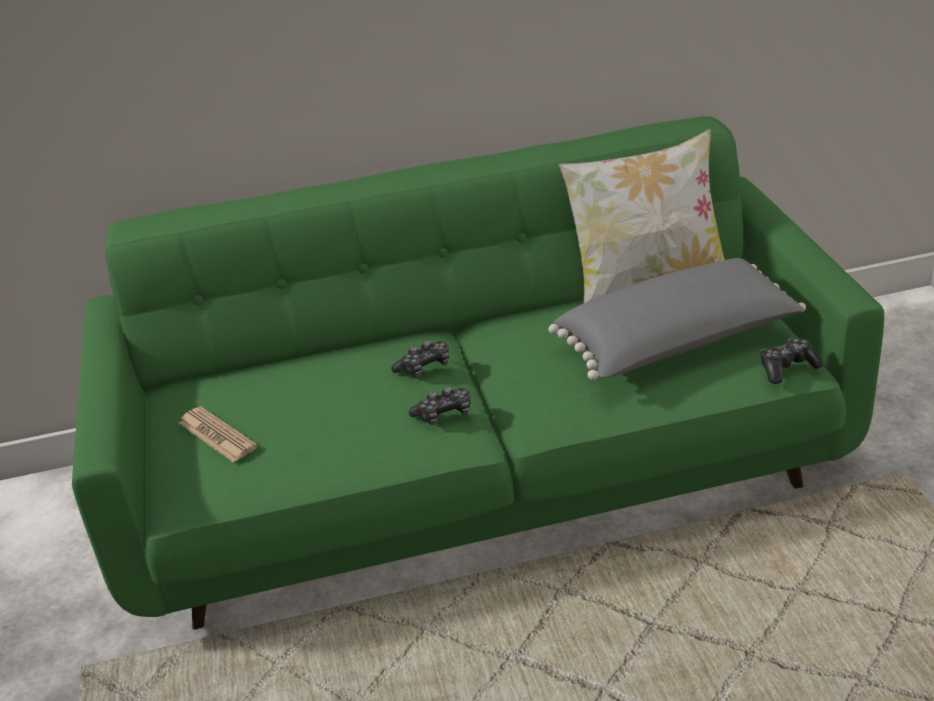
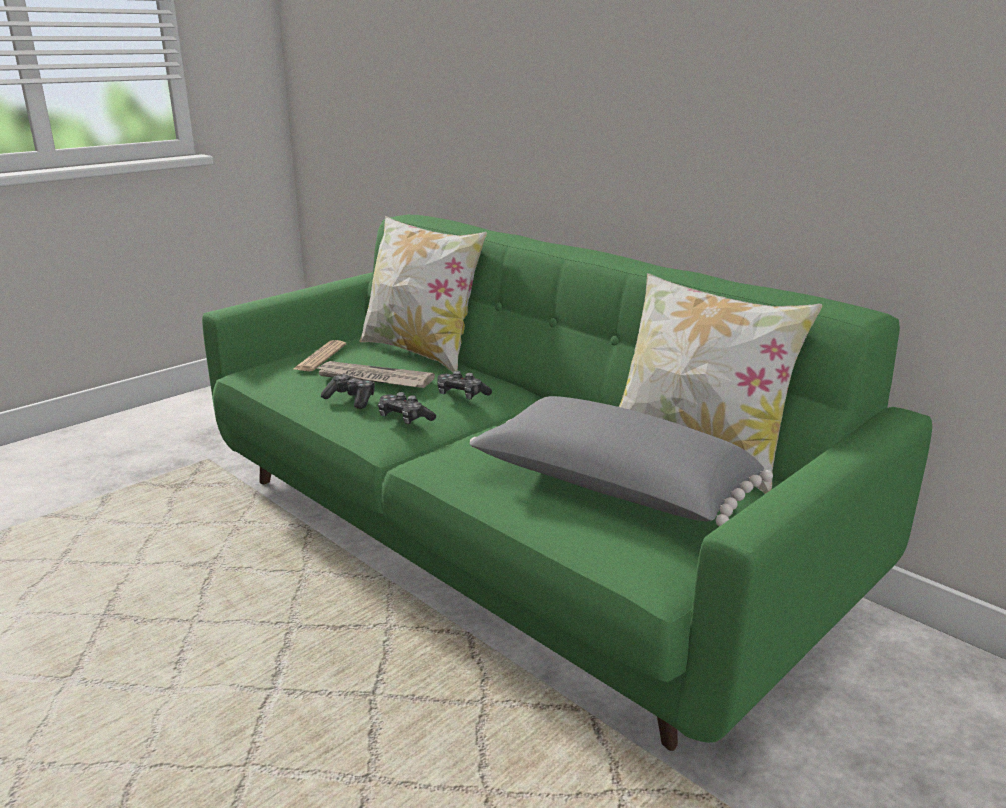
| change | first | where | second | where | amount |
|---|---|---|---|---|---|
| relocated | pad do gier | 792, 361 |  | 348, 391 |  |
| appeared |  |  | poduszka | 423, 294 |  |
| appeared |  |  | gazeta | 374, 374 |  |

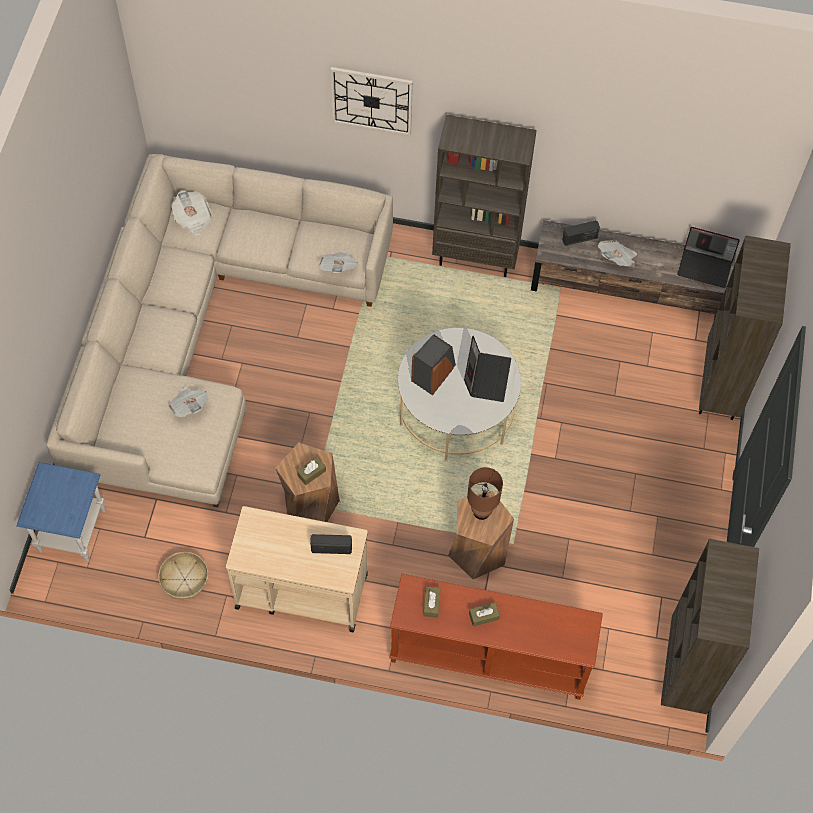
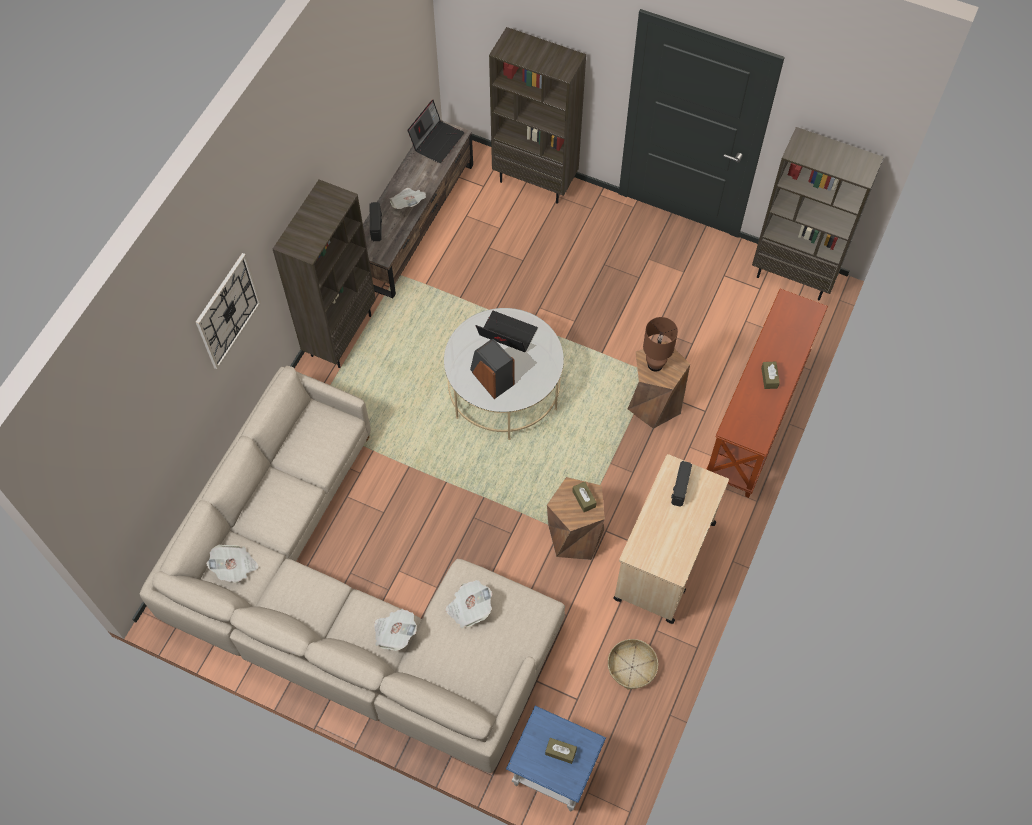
| change | first | where | second | where | amount |
|---|---|---|---|---|---|
| relocated | gazeta | 338, 262 |  | 395, 630 |  |
| relocated | pudełko chusteczek [brązowy] | 432, 602 |  | 561, 751 |  |

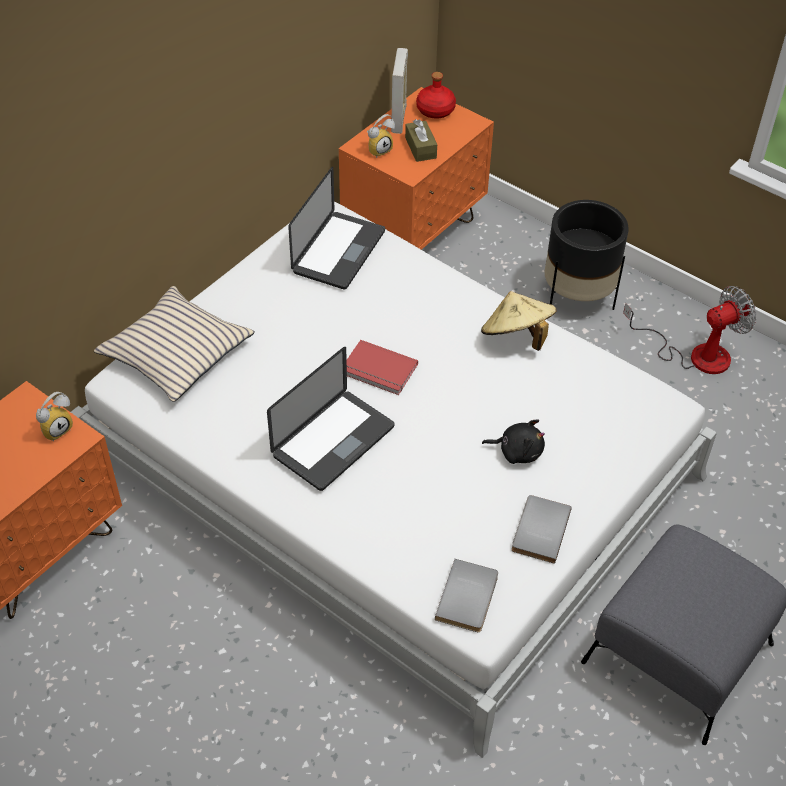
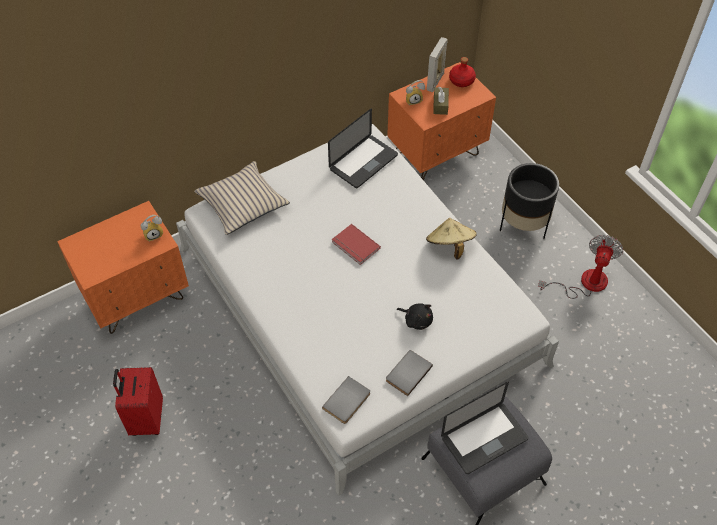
| change | first | where | second | where | amount |
|---|---|---|---|---|---|
| spun | wentylator | 689, 330 |  | 580, 267 | 60 degrees counterclockwise |
| relocated | laptop | 330, 419 |  | 485, 428 |  |
| appeared |  |  | walizka [czerwony] | 138, 401 |  |

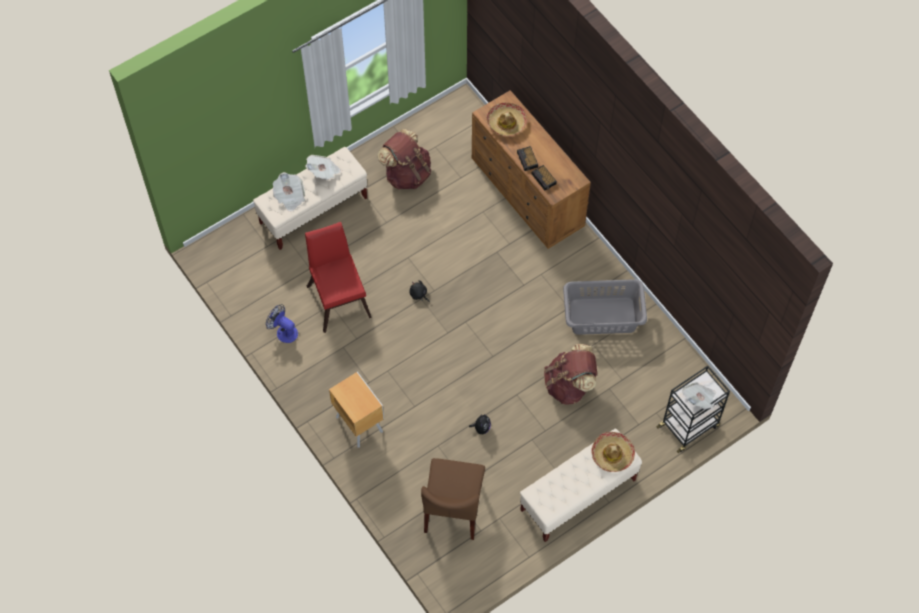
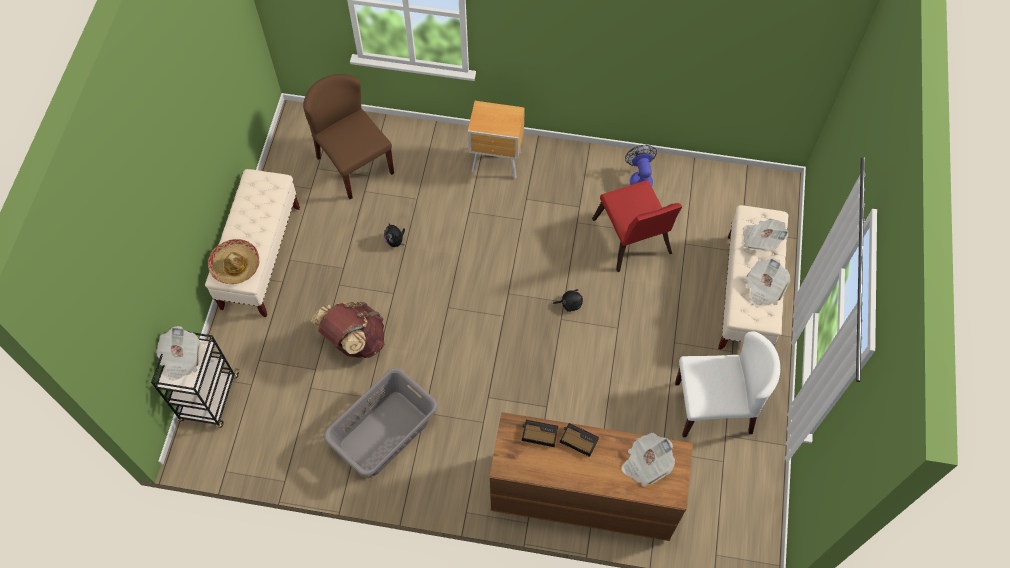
| change | first | where | second | where | amount |
|---|---|---|---|---|---|
| exchanged | kapelusz | 507, 119 | gazeta | 648, 460 |  |
| exchanged | plecak [brązowy] | 404, 159 | krzesło [biały] | 727, 384 |  |
| spun | krzesło [czerwony] | 338, 277 |  | 637, 226 | 45 degrees clockwise |
| spun | wentylator | 282, 323 |  | 641, 166 | 90 degrees counterclockwise |

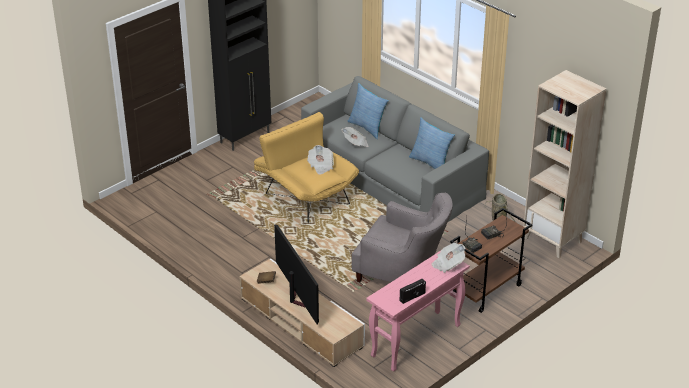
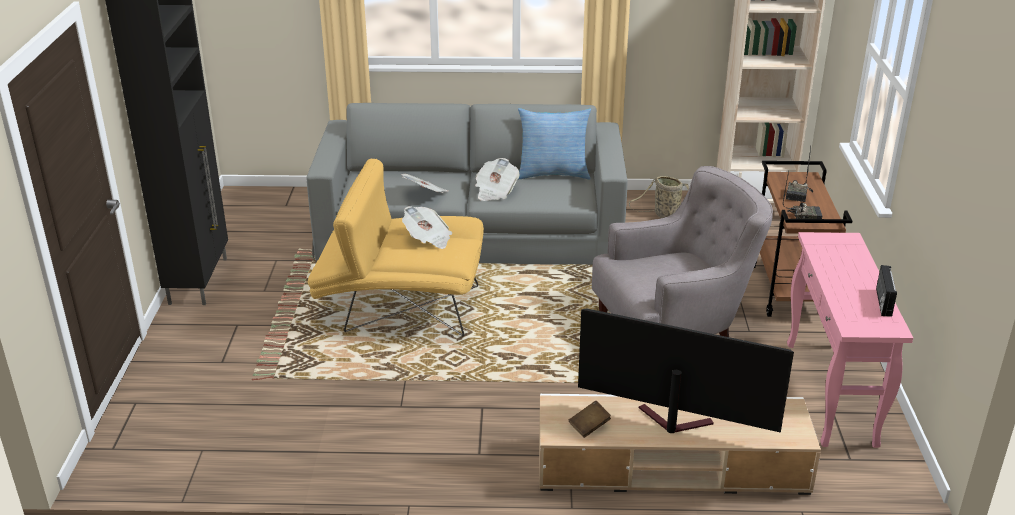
| change | first | where | second | where | amount |
|---|---|---|---|---|---|
| missing | poduszka | 368, 111 |  |  |  |
| relocated | gazeta | 448, 258 |  | 497, 179 |  |

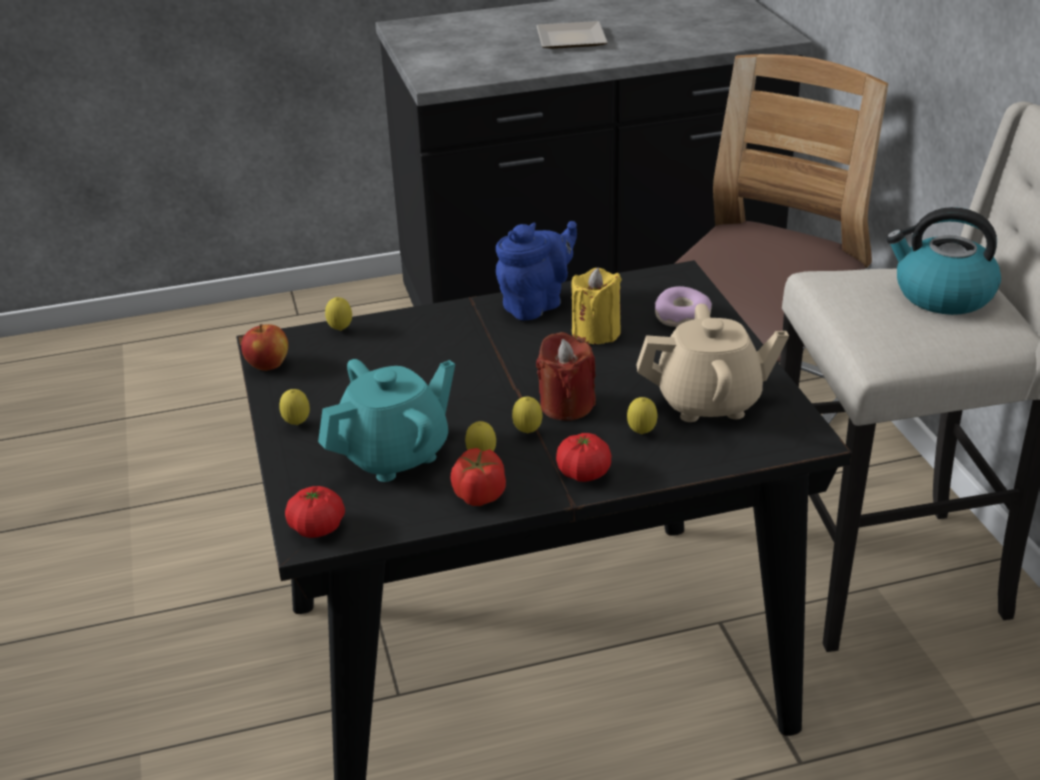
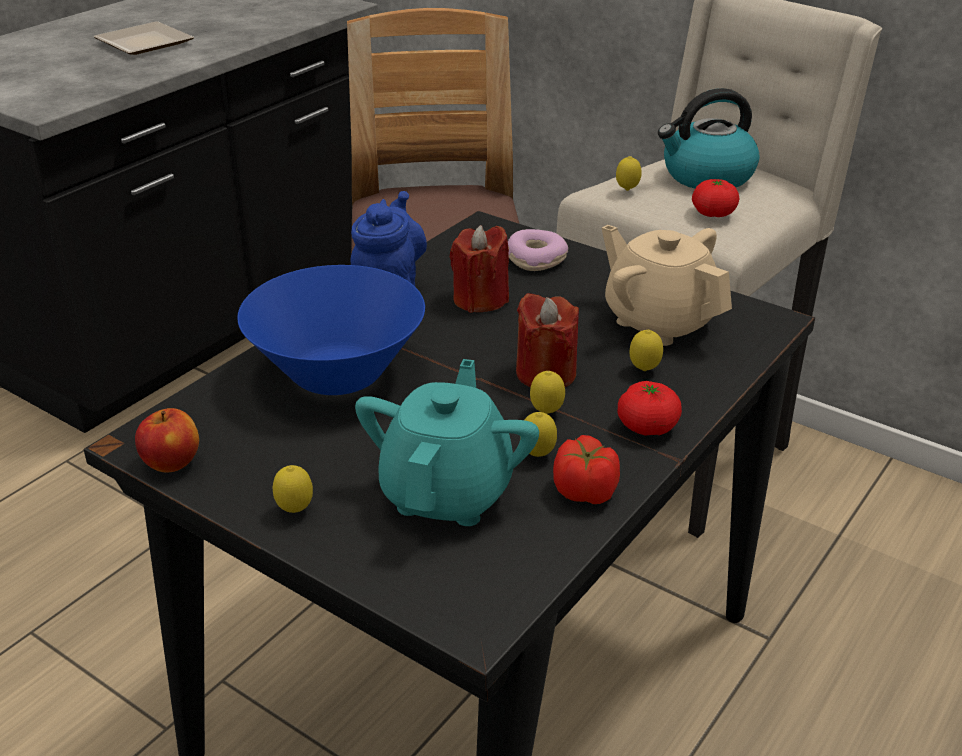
| change | first | where | second | where | amount |
|---|---|---|---|---|---|
| colour | świeca [żółty] | 596, 306 | świeca [czerwony] | 479, 269 |  |
| relocated | cytryna | 338, 314 |  | 629, 173 |  |
| spun | imbryk [beżowy] | 712, 363 |  | 667, 285 | 90 degrees counterclockwise |
| relocated | pomidor | 315, 512 |  | 715, 198 |  |
| appeared |  |  | miska [niebieski] | 331, 330 |  |

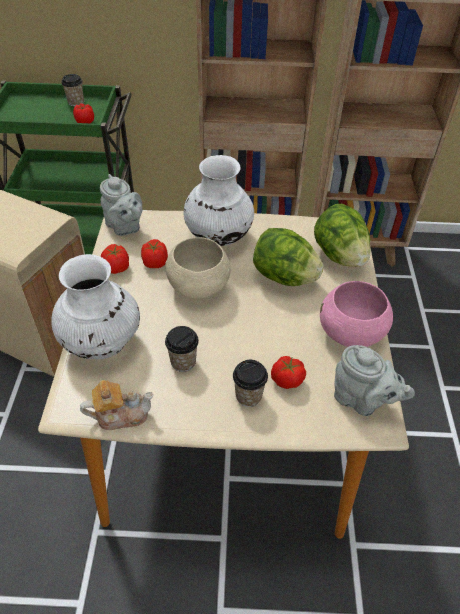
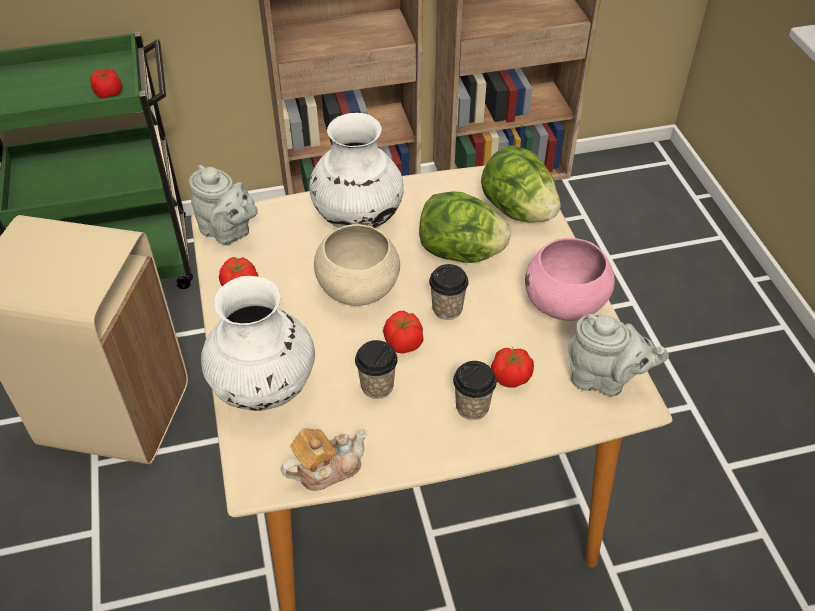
| change | first | where | second | where | amount |
|---|---|---|---|---|---|
| relocated | filiżanka | 73, 90 |  | 449, 292 |  |
| relocated | pomidor | 154, 253 |  | 403, 332 |  |

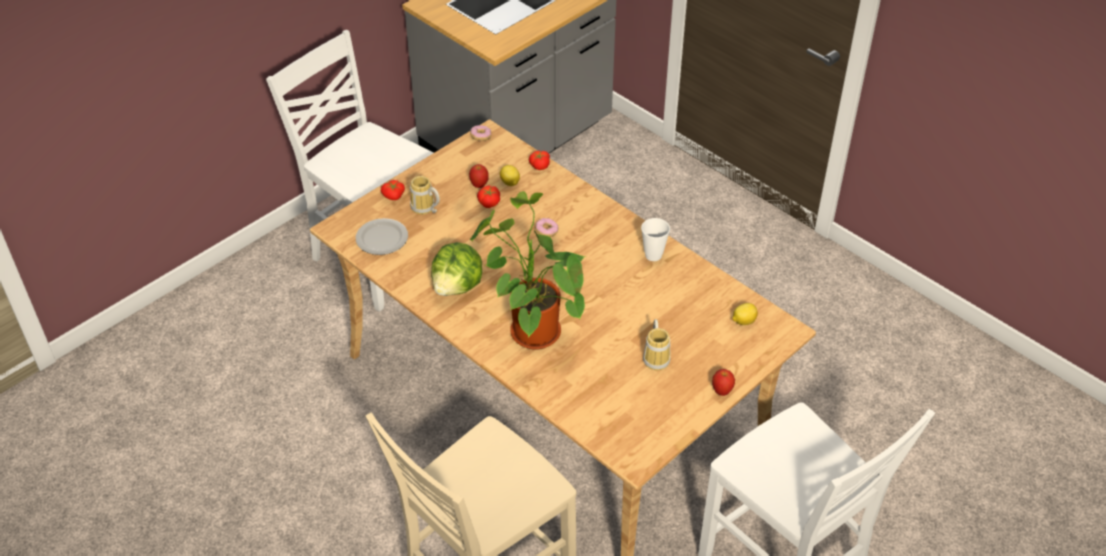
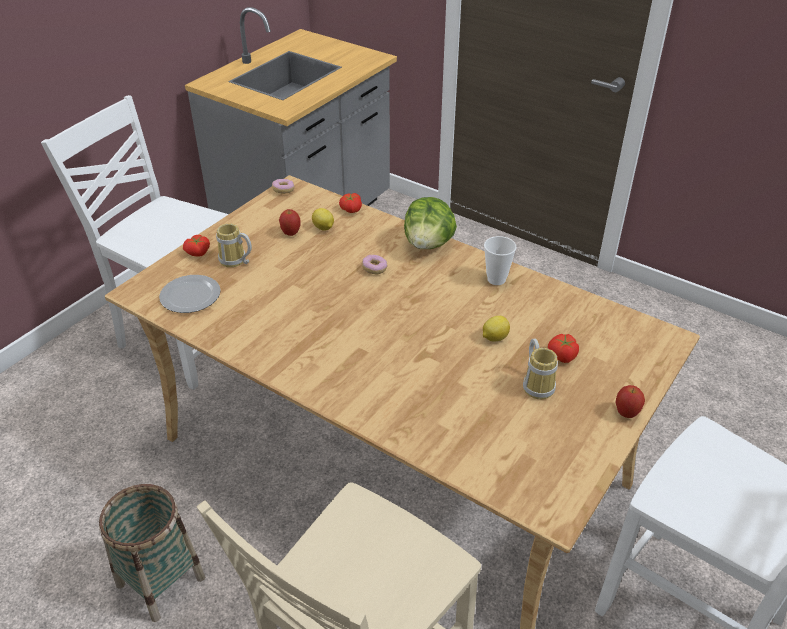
| change | first | where | second | where | amount |
|---|---|---|---|---|---|
| relocated | pomidor | 488, 196 |  | 563, 348 |  |
| missing | roślina doniczkowa | 528, 270 |  |  |  |
| relocated | sałata | 456, 269 |  | 430, 223 |  |
| relocated | cytryna | 745, 314 |  | 496, 329 |  |
| appeared |  |  | koszyk | 152, 553 |  |

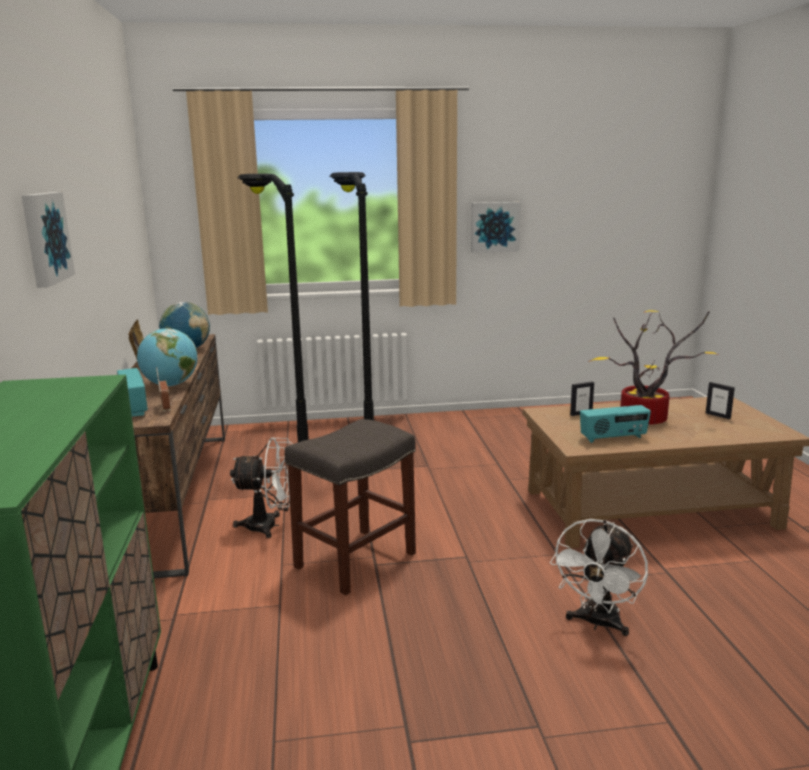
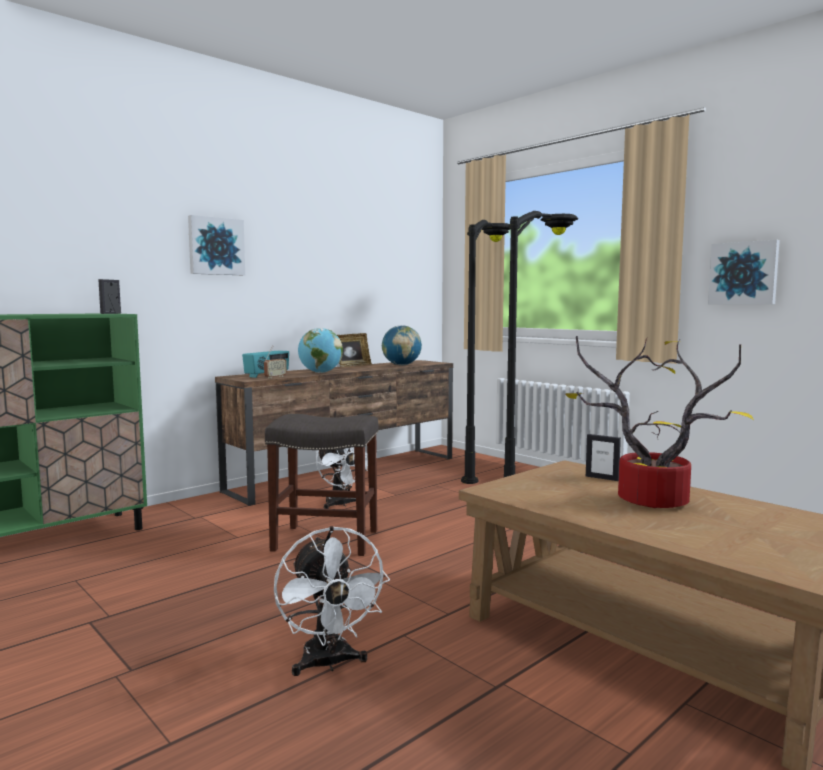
| change | first | where | second | where | amount |
|---|---|---|---|---|---|
| relocated | ramka na zdjęcie | 720, 400 |  | 109, 296 |  |
| missing | radio | 615, 424 |  |  |  |
| spun | wentylator [biały] | 599, 577 |  | 332, 601 | 105 degrees counterclockwise |

